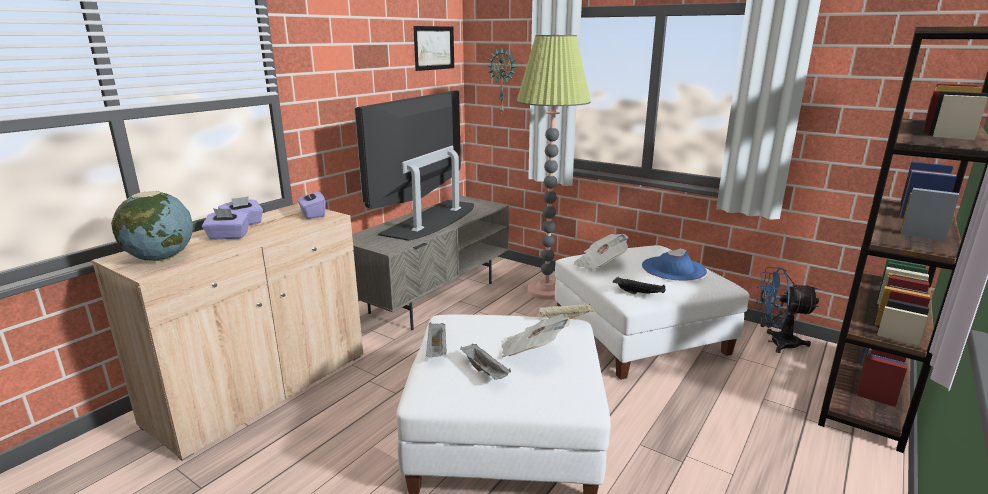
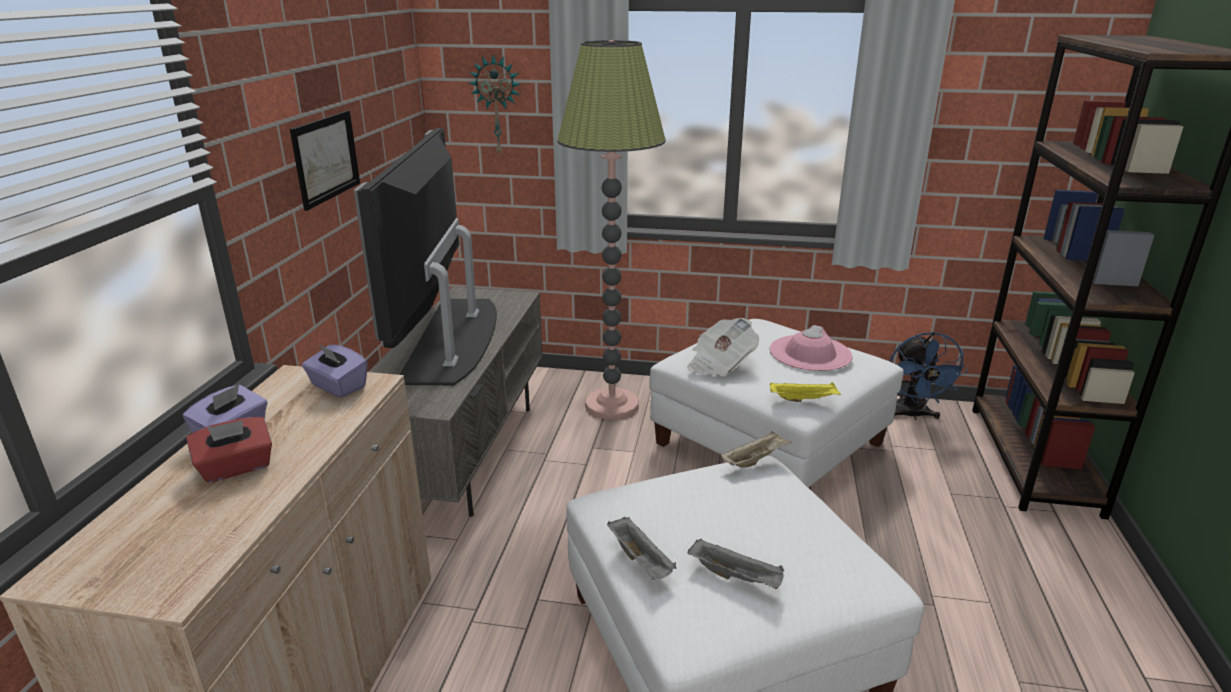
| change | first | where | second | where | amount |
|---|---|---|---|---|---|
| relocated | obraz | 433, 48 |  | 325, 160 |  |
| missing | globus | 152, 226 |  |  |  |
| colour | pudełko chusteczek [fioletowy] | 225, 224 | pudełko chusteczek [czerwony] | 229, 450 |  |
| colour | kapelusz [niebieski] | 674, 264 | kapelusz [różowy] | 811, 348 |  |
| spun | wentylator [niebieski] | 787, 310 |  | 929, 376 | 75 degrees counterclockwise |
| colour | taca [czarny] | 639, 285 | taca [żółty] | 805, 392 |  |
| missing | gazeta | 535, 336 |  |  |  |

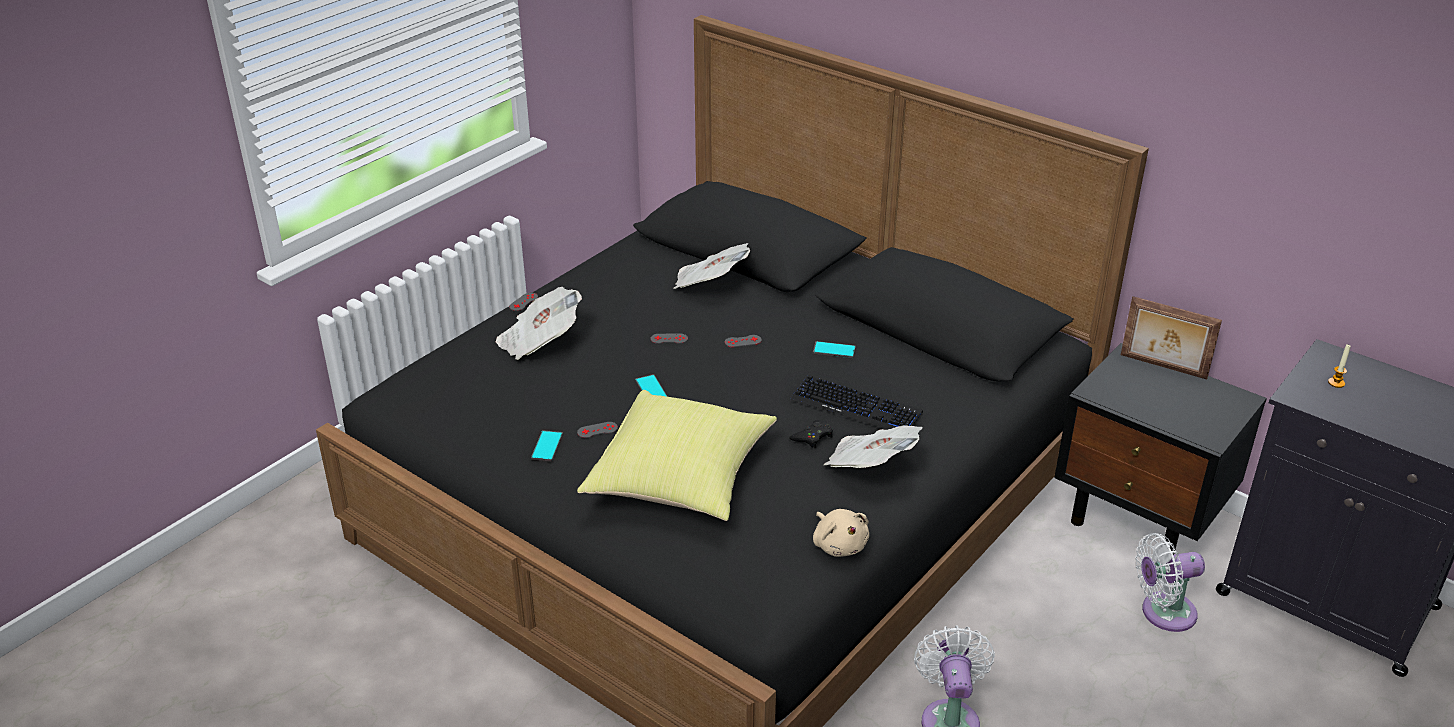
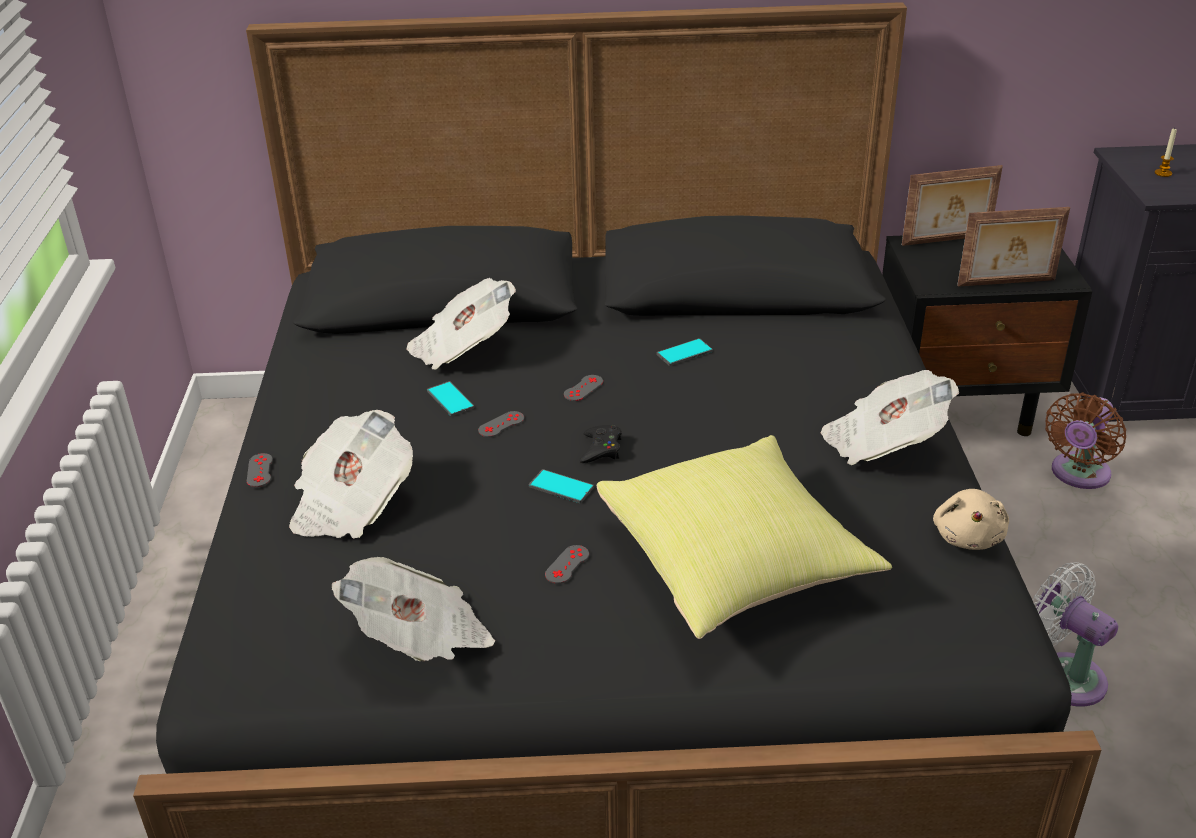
| change | first | where | second | where | amount |
|---|---|---|---|---|---|
| missing | klawiatura | 856, 402 |  |  |  |
| relocated | pad do gier [czarny] | 811, 434 |  | 600, 444 |  |
| relocated | telefon | 547, 445 |  | 450, 398 |  |
| spun | pluszak [beżowy] | 841, 533 |  | 971, 519 | 75 degrees clockwise |
| colour | wentylator [biały] | 1170, 582 | wentylator [brązowy] | 1085, 441 |  |
| appeared |  |  | ramka na zdjęcie | 1013, 247 |  |
| appeared |  |  | gazeta | 413, 609 |  |

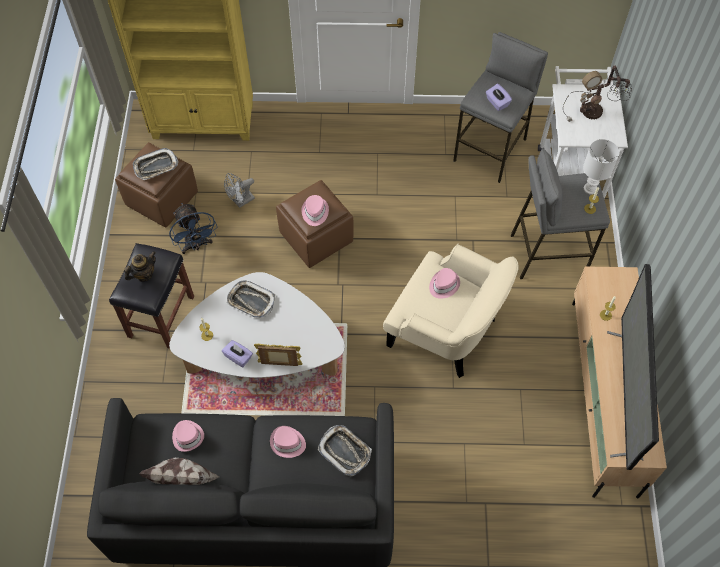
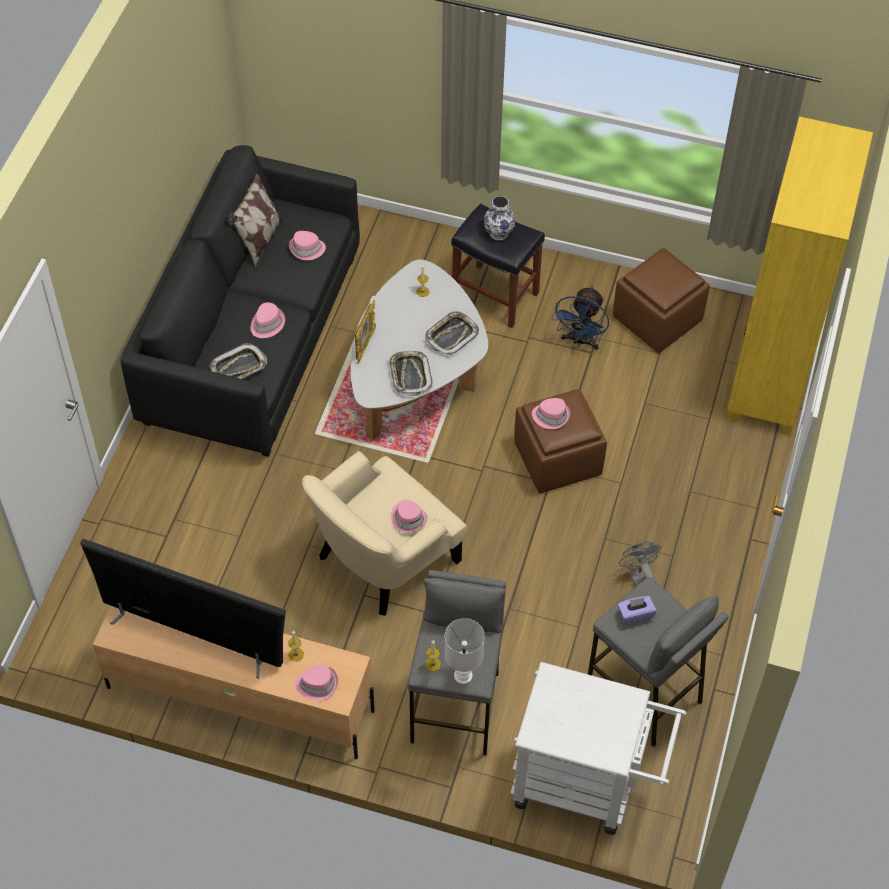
| change | first | where | second | where | amount |
|---|---|---|---|---|---|
| missing | lampa stołowa | 597, 93 |  |  |  |
| relocated | taca | 156, 164 |  | 411, 373 |  |
| relocated | wentylator [szary] | 239, 190 |  | 640, 563 |  |
| spun | wentylator [niebieski] | 193, 228 |  | 580, 318 | 60 degrees counterclockwise |
| exchanged | imbryk | 140, 266 | wazon | 499, 218 |  |
| missing | pudełko chusteczek [fioletowy] | 237, 353 |  |  |  |
| appeared |  |  | kapelusz [różowy] | 316, 682 |  |

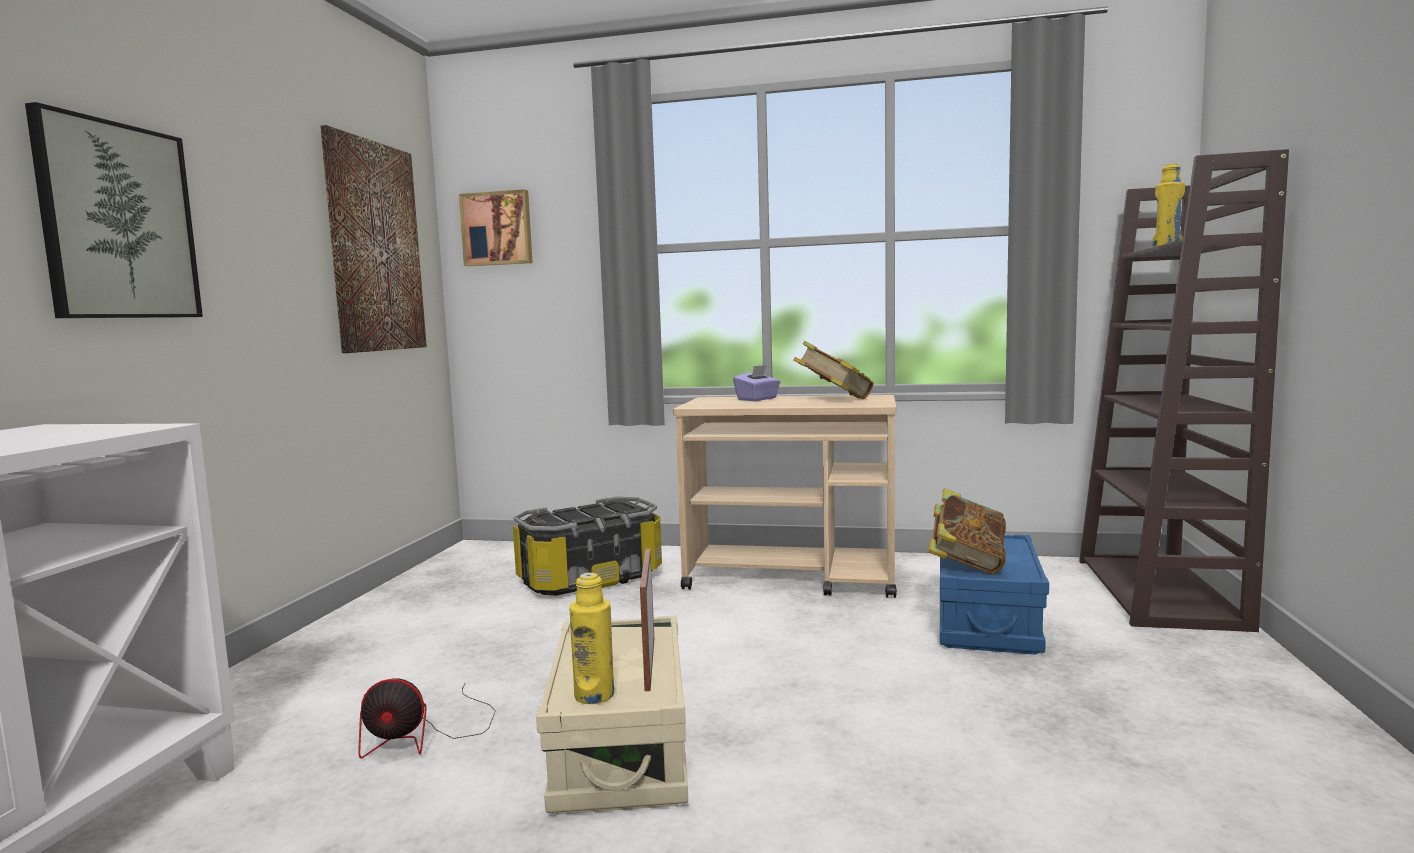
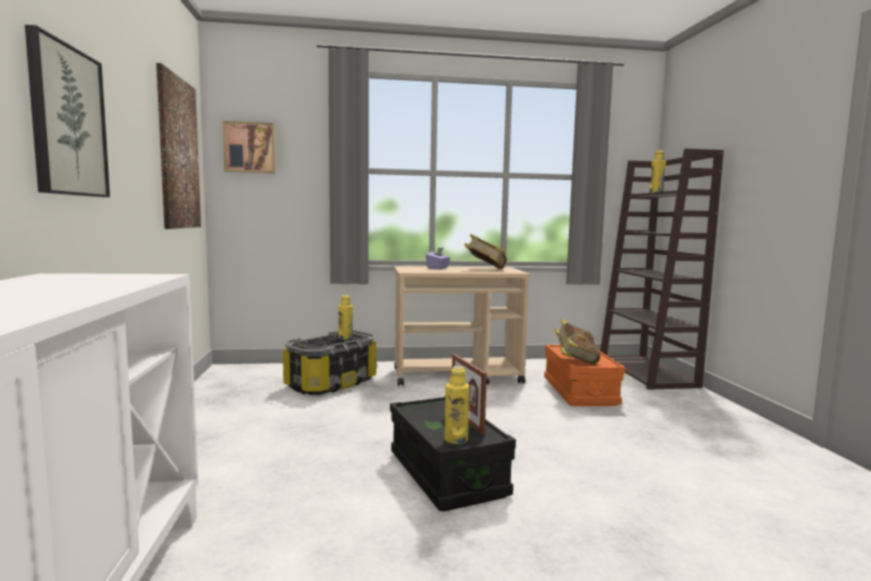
| change | first | where | second | where | amount |
|---|---|---|---|---|---|
| colour | pojemnik do przechowywania [niebieski] | 994, 595 | pojemnik do przechowywania [pomarańczowy] | 584, 375 |  |
| colour | pojemnik do przechowywania [beżowy] | 612, 715 | pojemnik do przechowywania [czarny] | 453, 454 |  |
| missing | wentylator | 426, 718 |  |  |  |
| appeared |  |  | butelka [żółty] | 345, 317 |  |

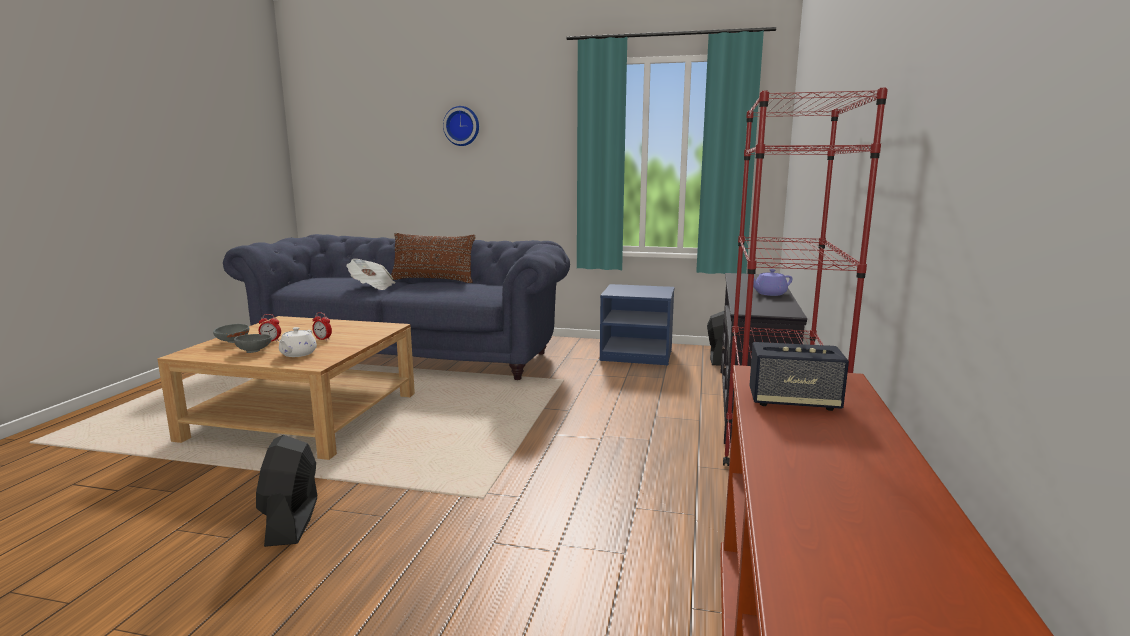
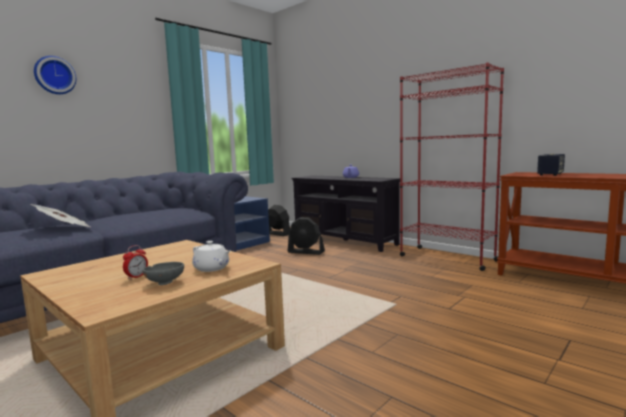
| change | first | where | second | where | amount |
|---|---|---|---|---|---|
| missing | poduszka [brązowy] | 433, 258 |  |  |  |
| missing | budzik | 322, 326 |  |  |  |
| missing | miska [szary] | 231, 333 |  |  |  |
| relocated | wentylator [czarny] | 286, 491 |  | 306, 236 |  |

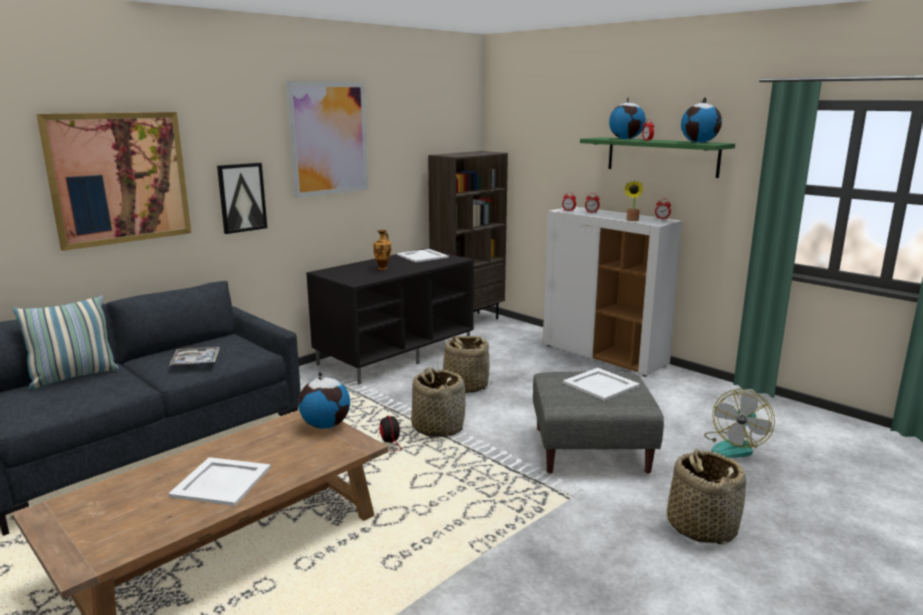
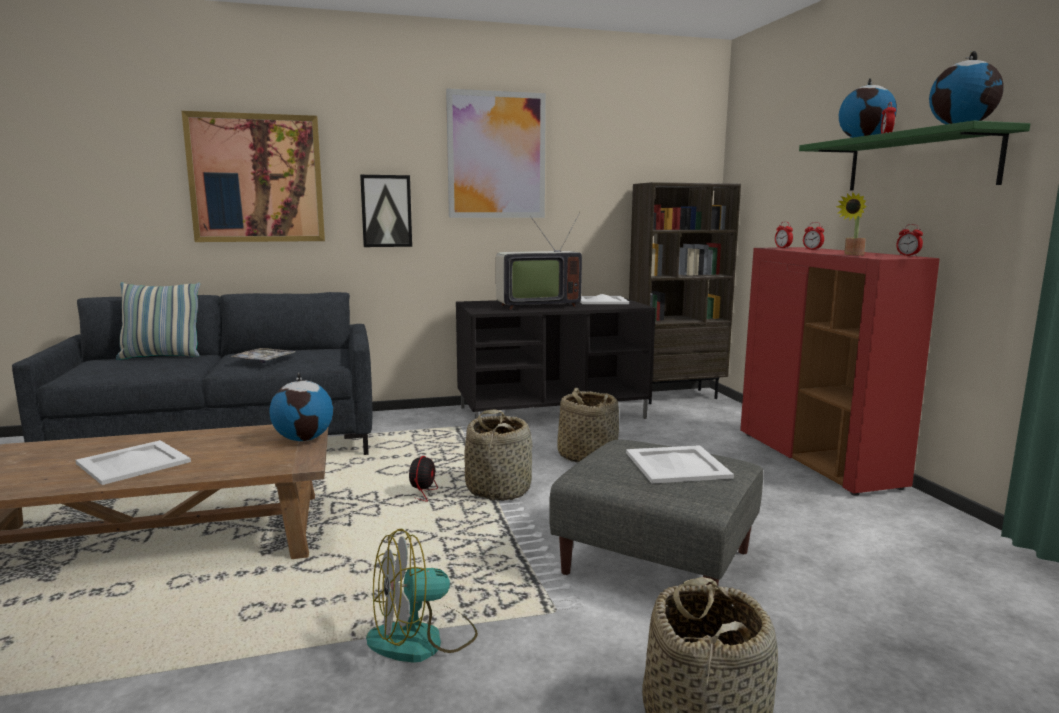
| change | first | where | second | where | amount |
|---|---|---|---|---|---|
| colour | szafka [biały] | 612, 292 | szafka [czerwony] | 840, 371 |  |
| exchanged | wazon | 382, 250 | telewizor | 539, 261 |  |
| relocated | wentylator | 739, 423 |  | 422, 595 |  |

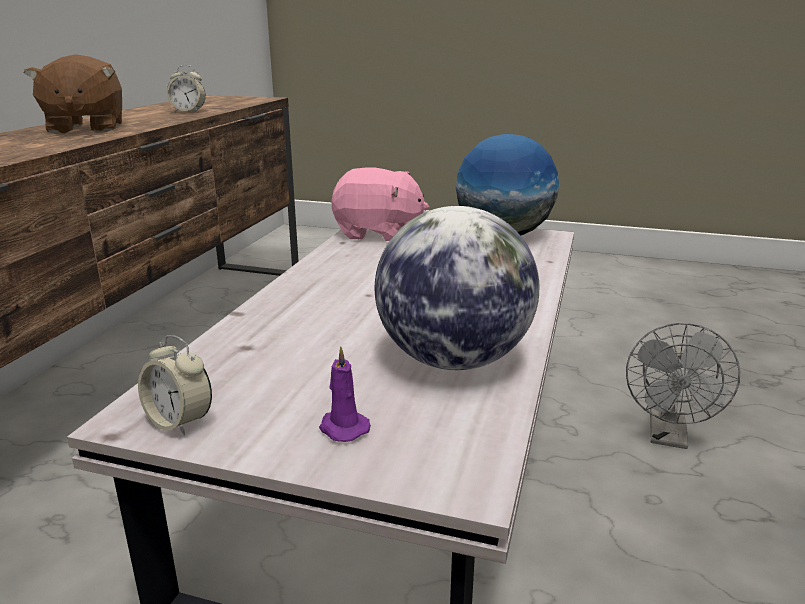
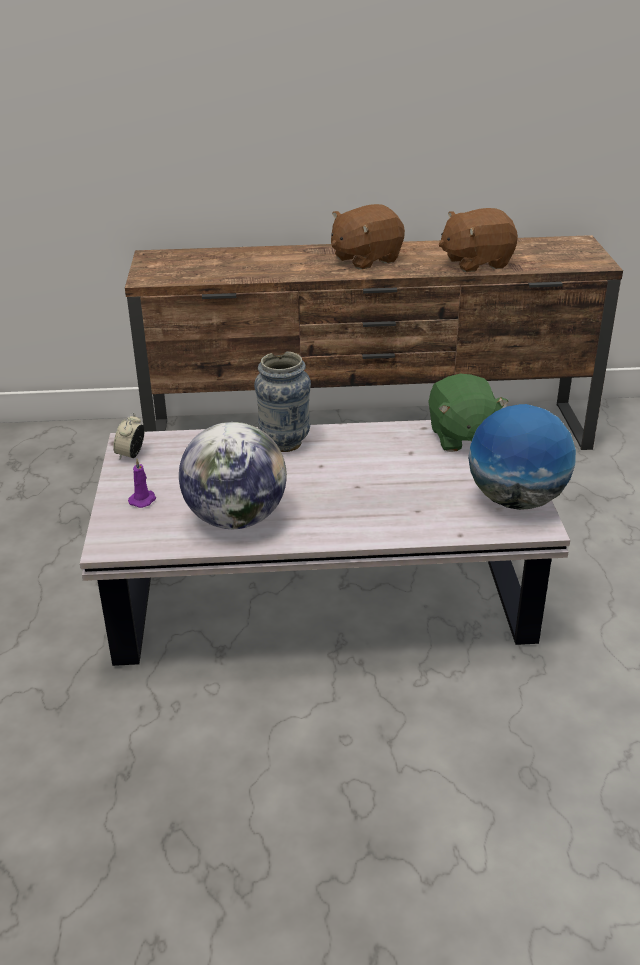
| change | first | where | second | where | amount |
|---|---|---|---|---|---|
| exchanged | budzik | 186, 88 | pluszak [brązowy] | 478, 240 |  |
| colour | pluszak [różowy] | 380, 204 | pluszak [zielony] | 468, 413 |  |
| missing | wentylator [szary] | 683, 386 |  |  |  |
| appeared |  |  | wazon | 282, 402 |  |

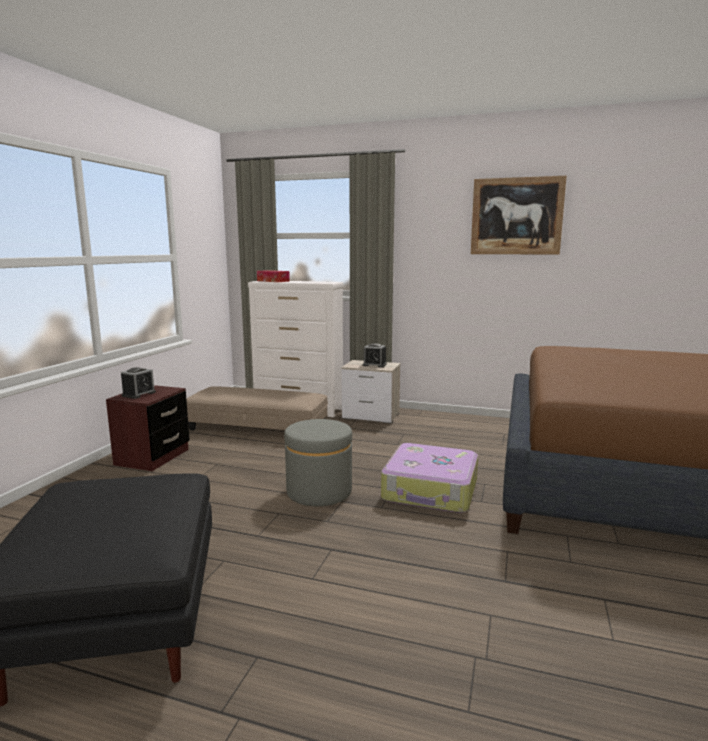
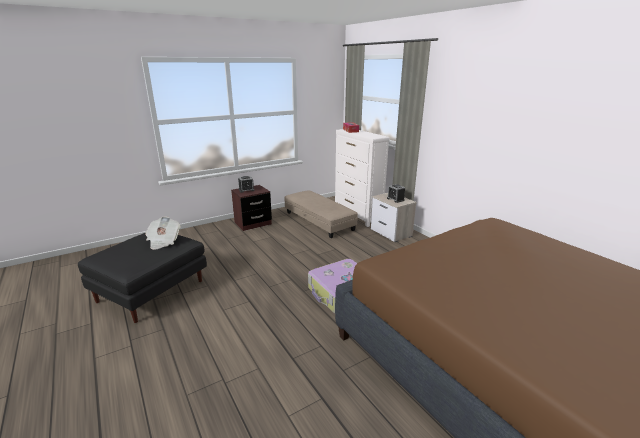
| change | first | where | second | where | amount |
|---|---|---|---|---|---|
| missing | obraz | 519, 215 |  |  |  |
| missing | pufa [szary] | 318, 462 |  |  |  |
| appeared |  |  | gazeta | 162, 233 |  |

